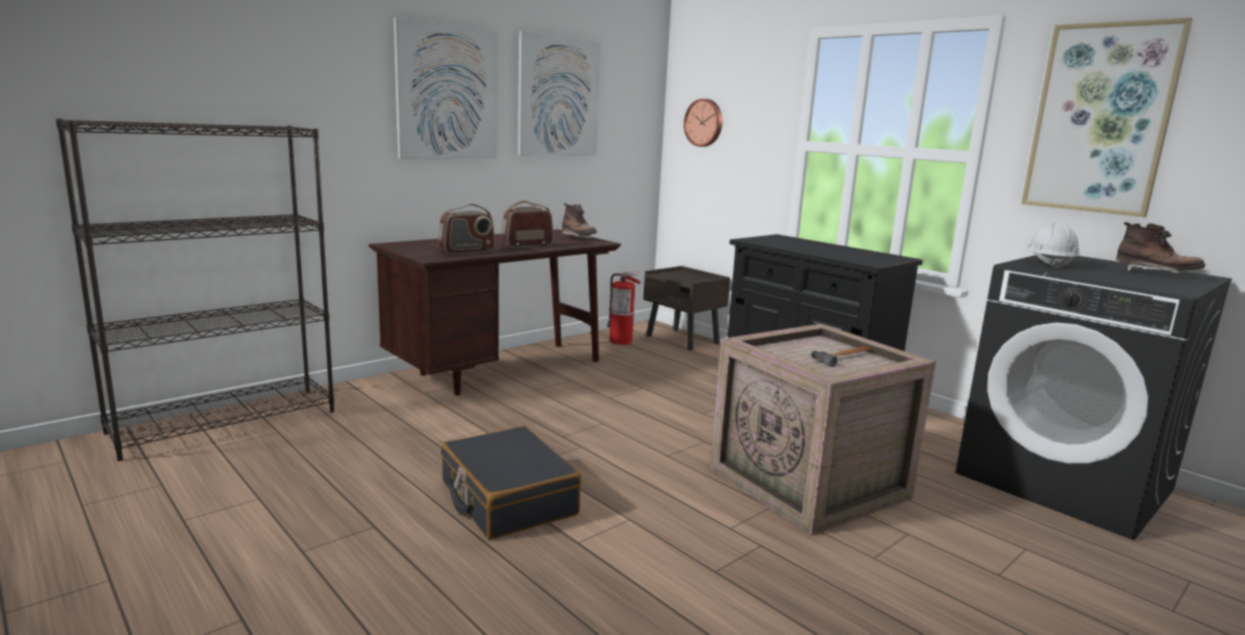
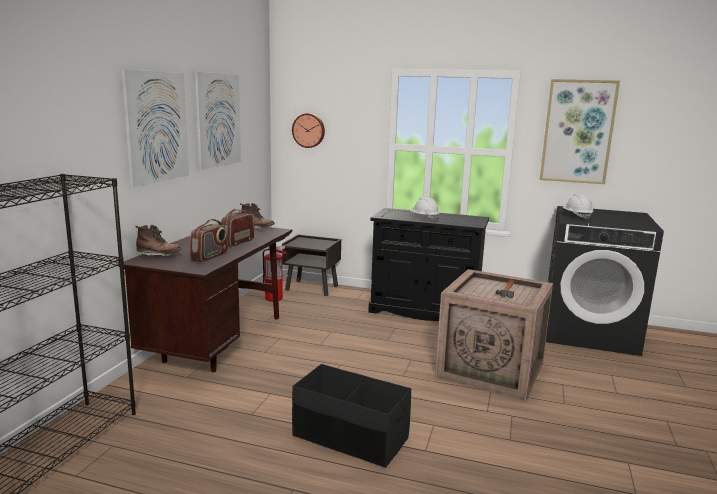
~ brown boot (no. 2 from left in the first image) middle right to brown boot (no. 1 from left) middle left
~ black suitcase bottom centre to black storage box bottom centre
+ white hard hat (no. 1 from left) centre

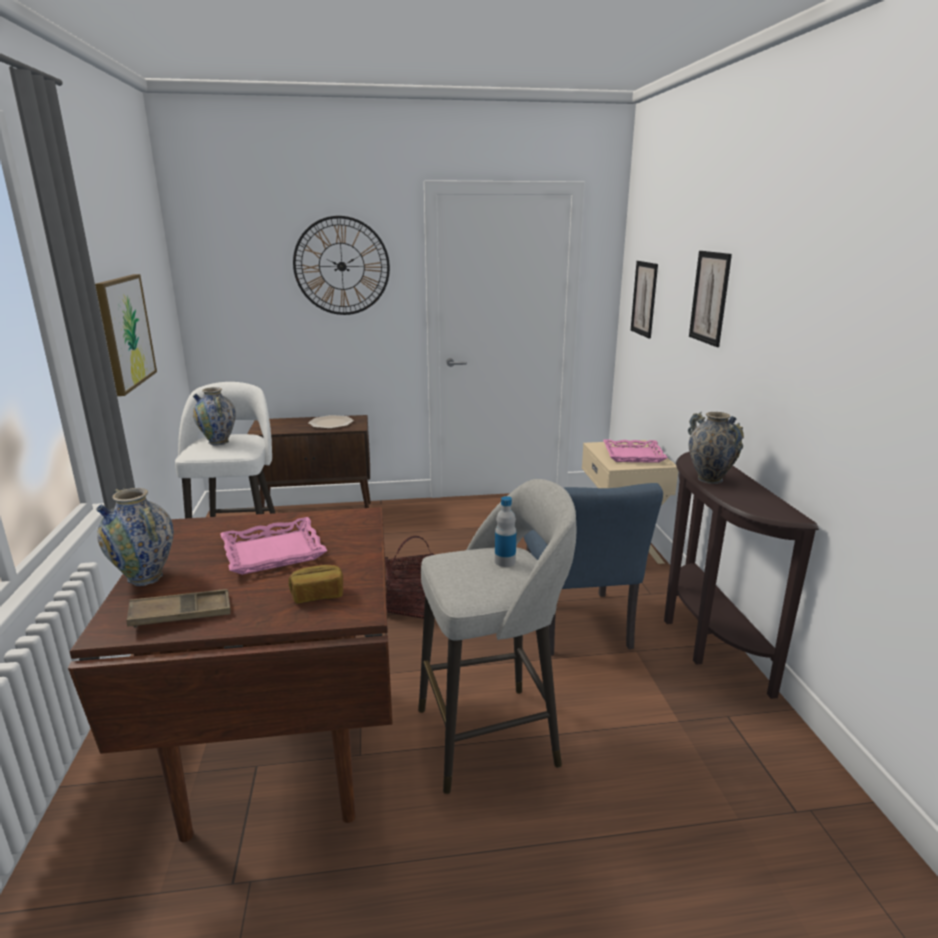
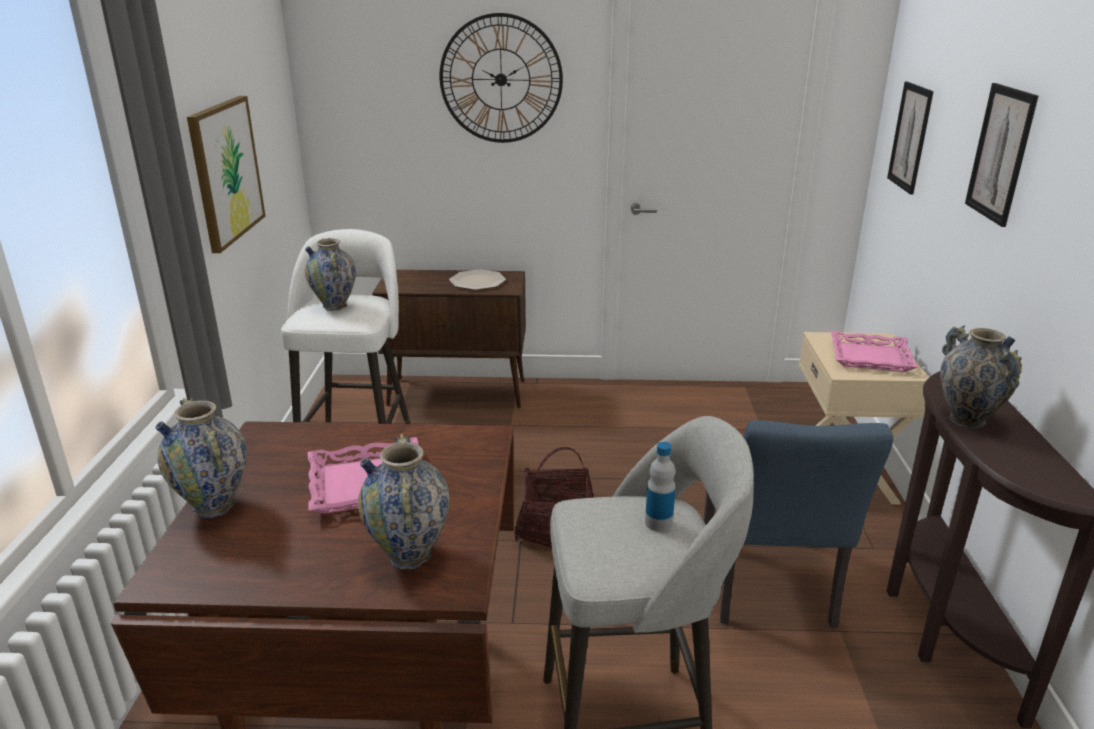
~ bread centre to vase (no. 3 from left) bottom centre
- brown tray middle left

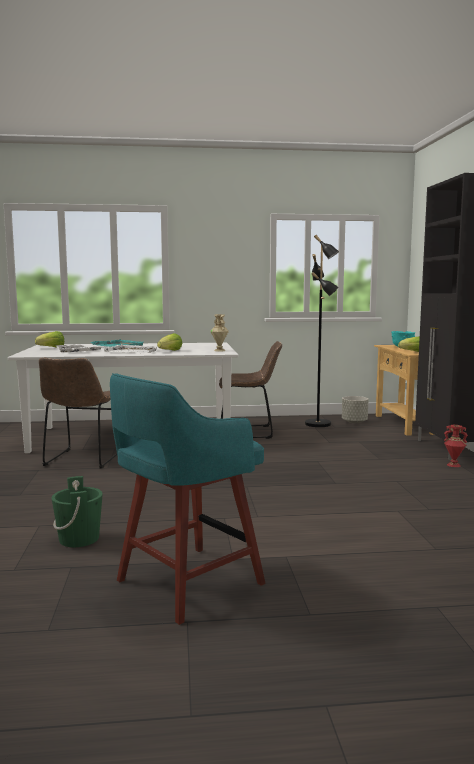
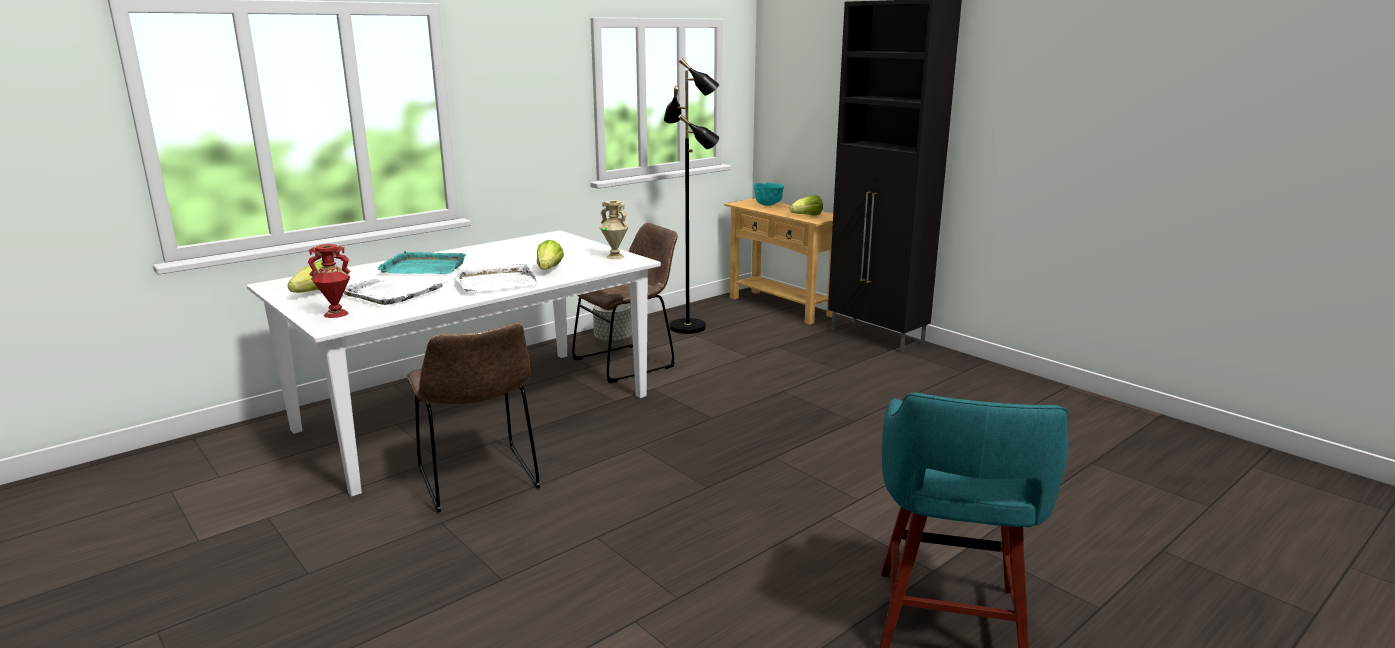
~ red vase middle right to middle left
~ grey planter middle right to centre
- green bucket bottom left

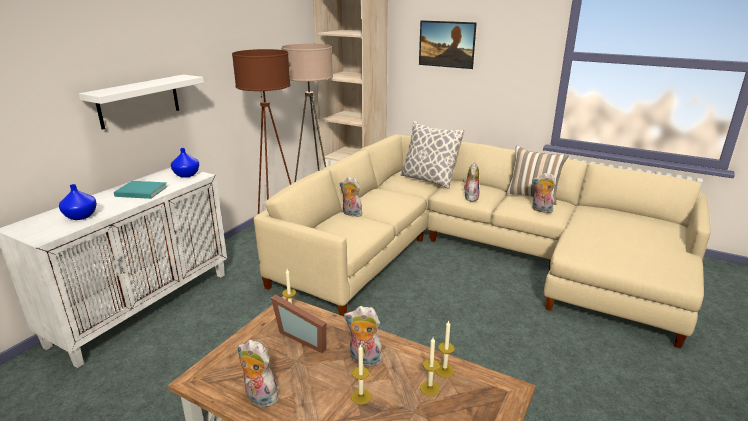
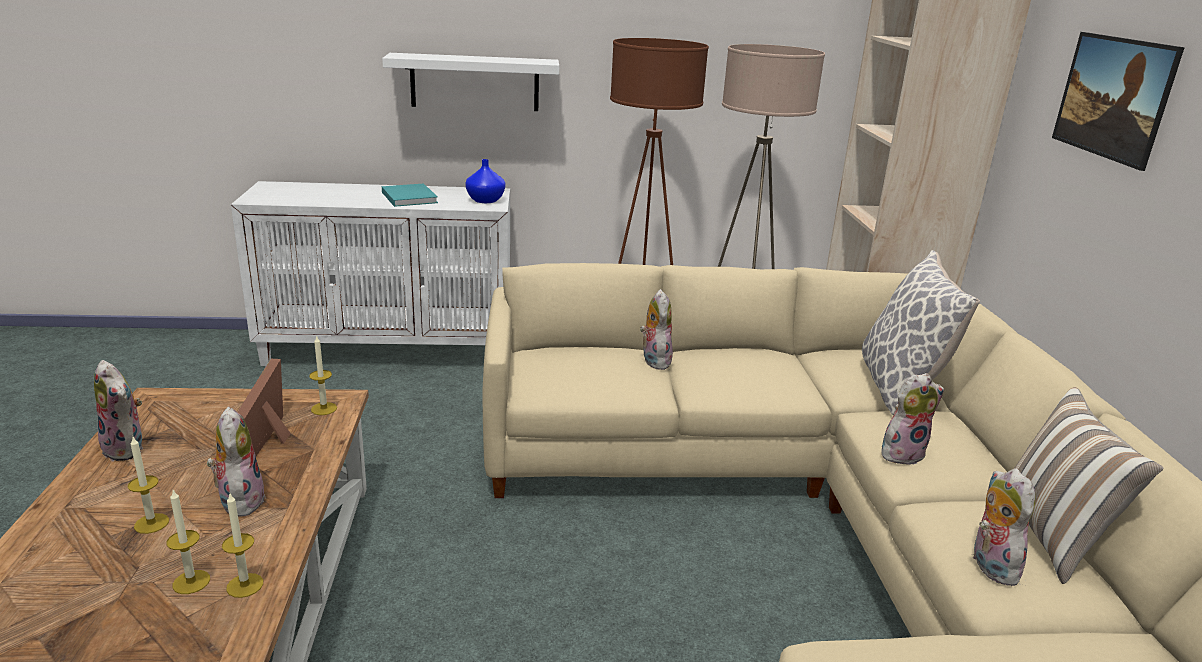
~ plush toy (no. 1 from left) bottom centre = middle left 135 degrees clockwise
- blue vase (no. 1 from left) middle left

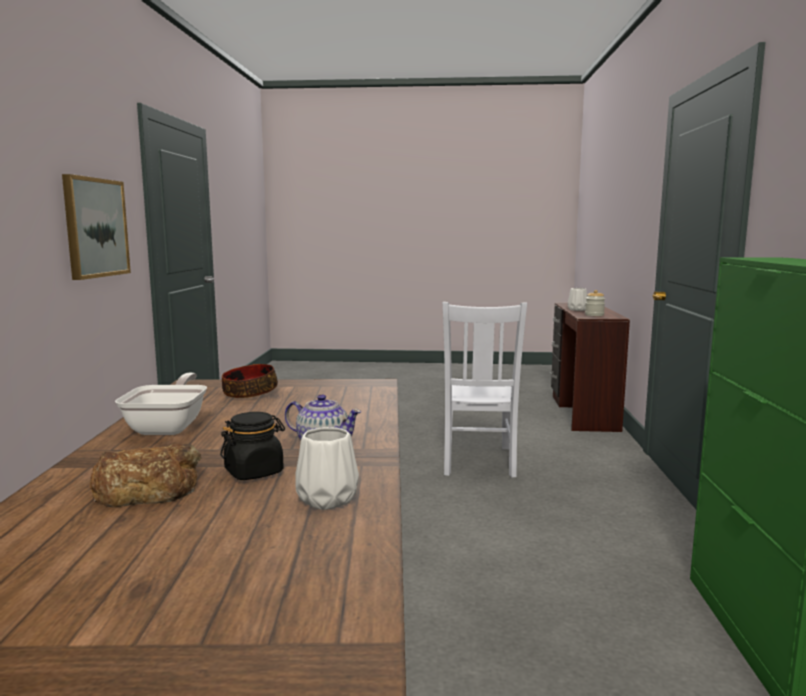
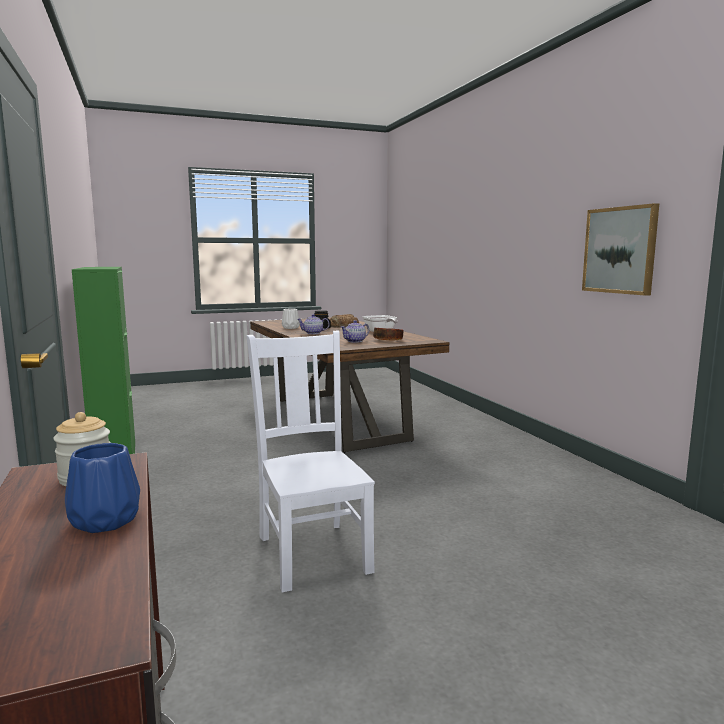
~ white vase (no. 2 from left) middle right to blue vase bottom left
+ teapot (no. 2 from left) centre

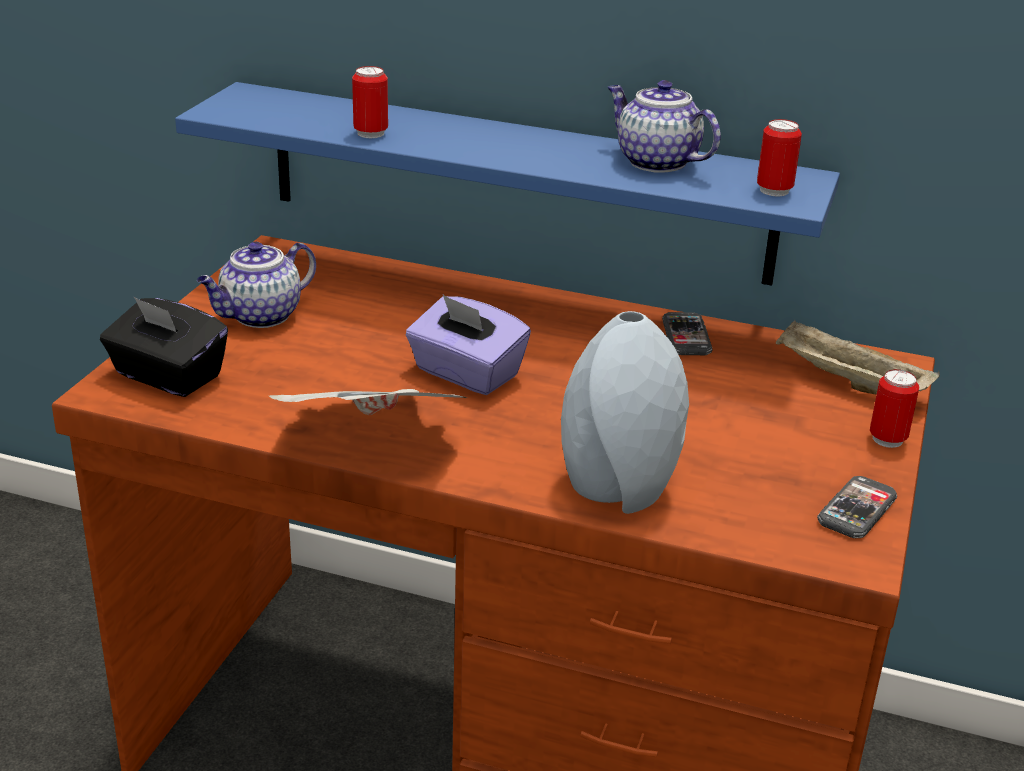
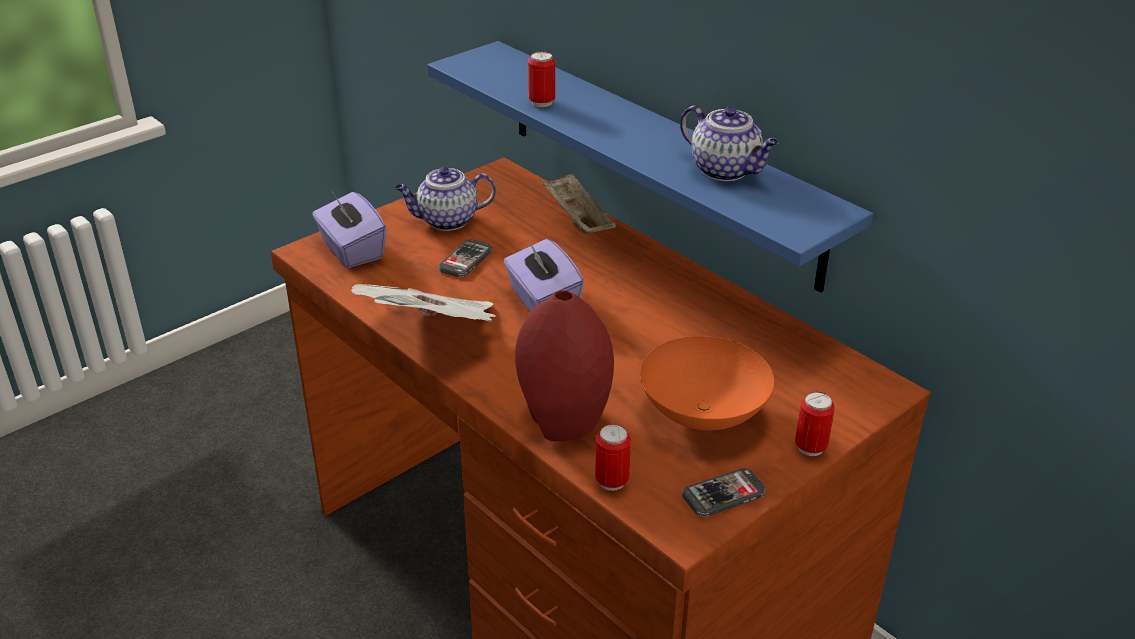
~ black tissue box middle left to purple tissue box (no. 1 from left) middle left
~ phone (no. 1 from left) middle right to centre
~ grey vase centre to red vase centre
~ beige tray middle right to top centre
~ can (no. 2 from left) top right to bottom centre
+ orange bowl centre
~ teapot (no. 2 from left) top centre = top centre 150 degrees clockwise

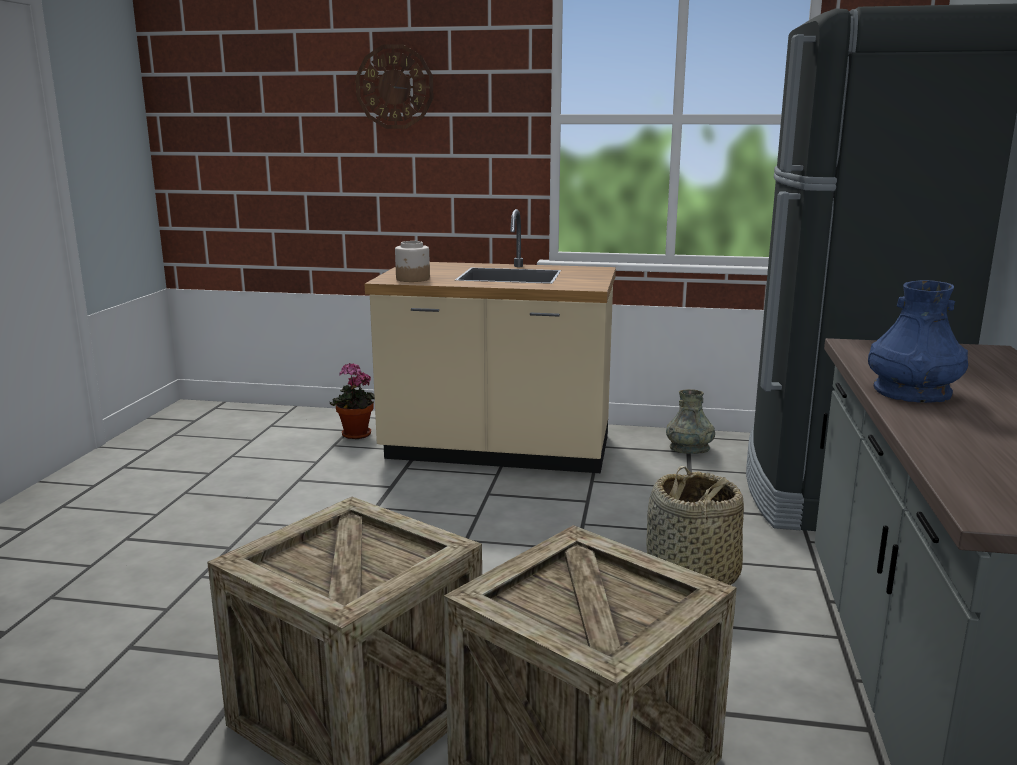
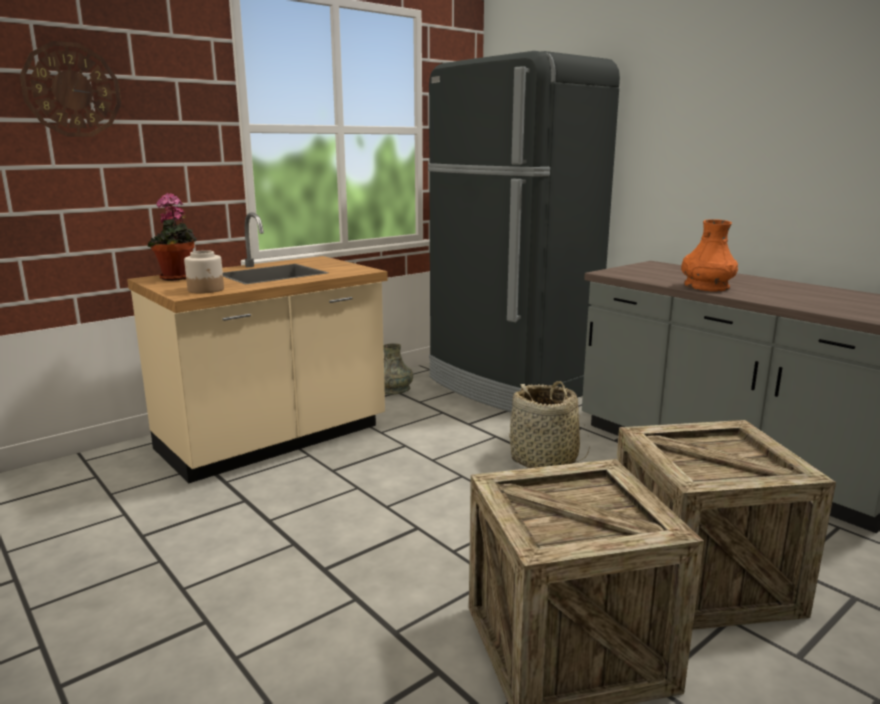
~ potted plant centre to middle left
~ blue vase middle right to orange vase middle right

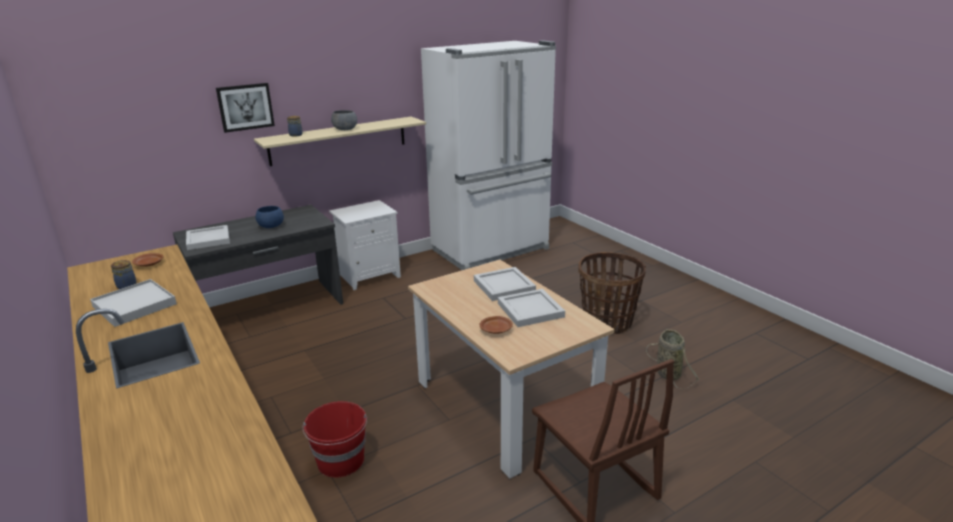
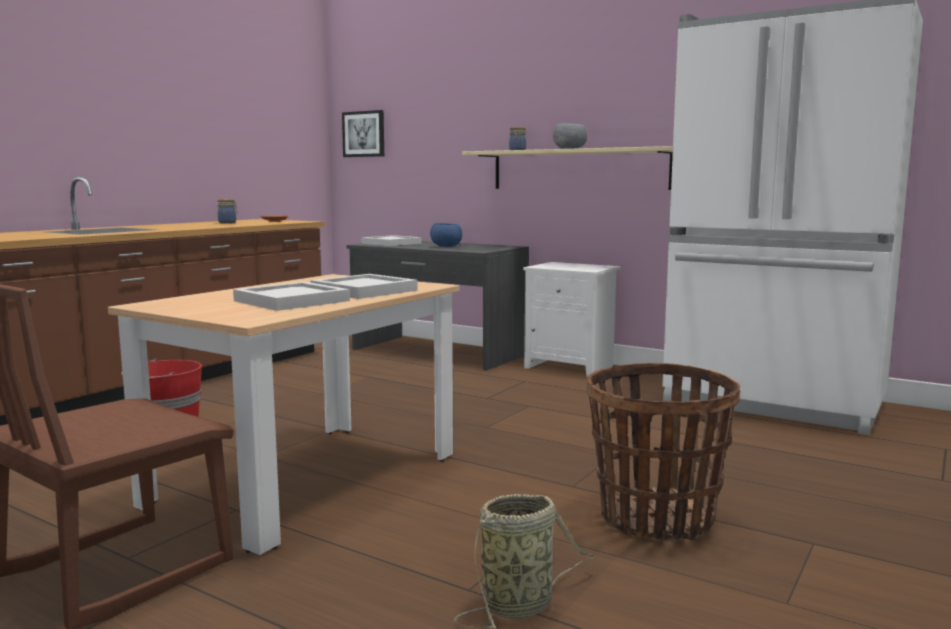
~ picture top left to top centre
- white tray (no. 1 from left) middle left
- brown plate (no. 2 from left) centre

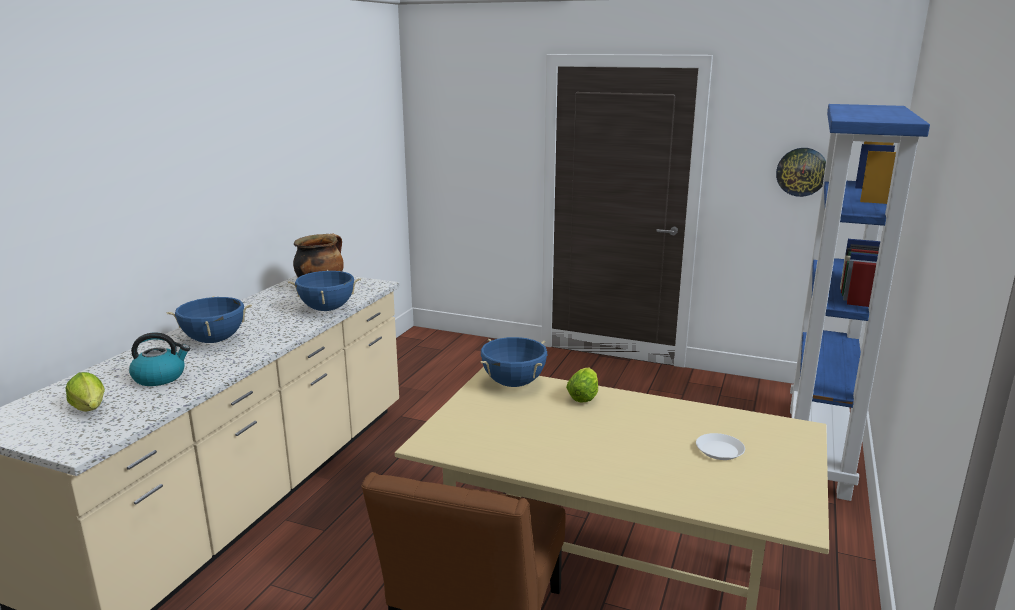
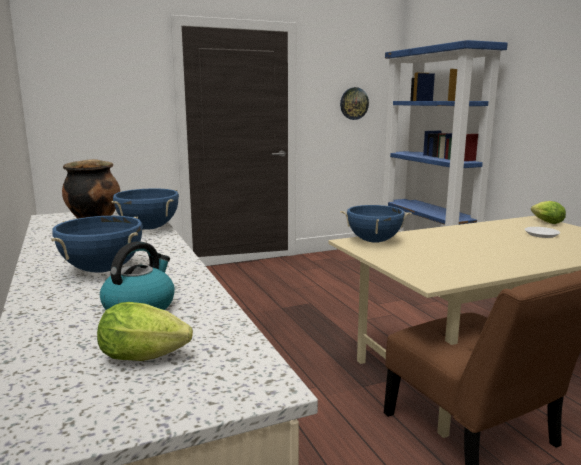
~ lettuce (no. 2 from left) centre to middle right

